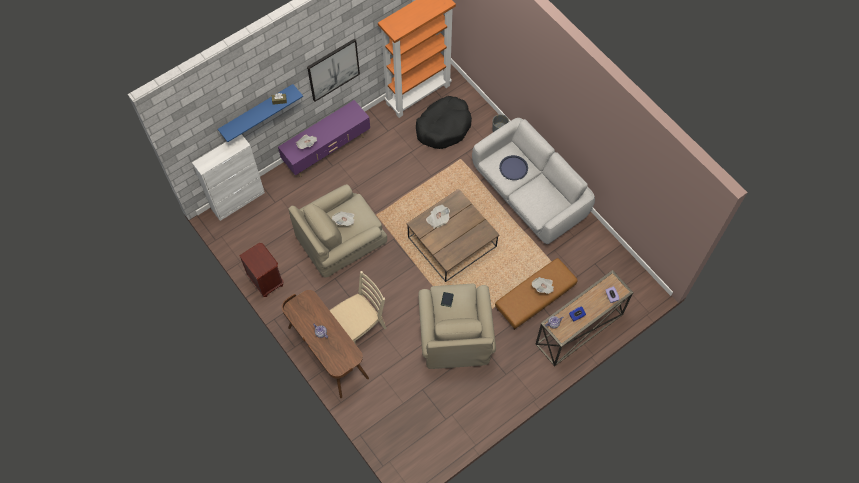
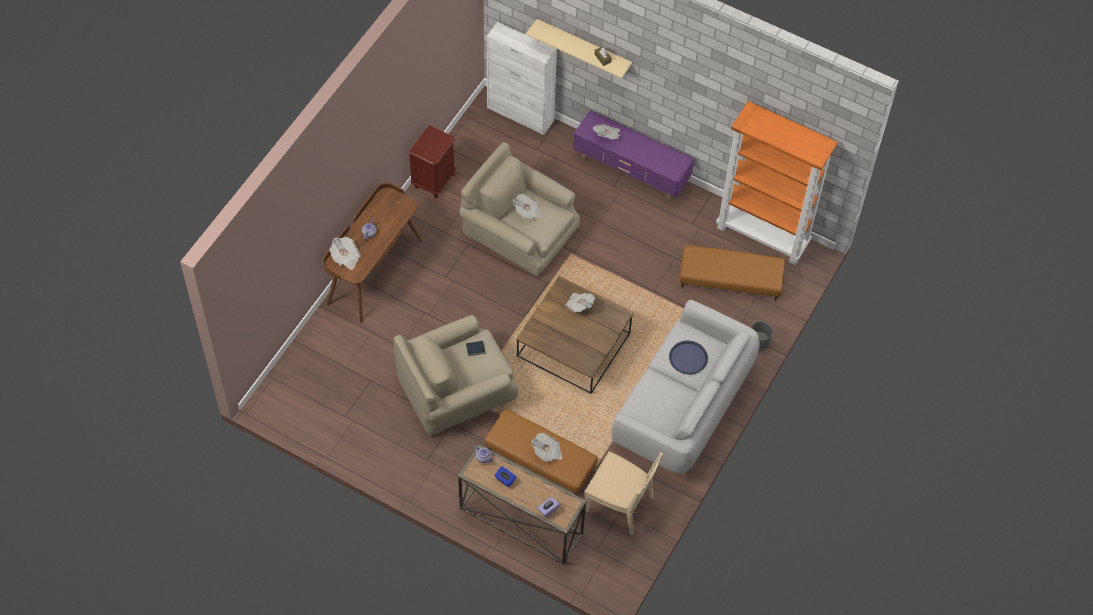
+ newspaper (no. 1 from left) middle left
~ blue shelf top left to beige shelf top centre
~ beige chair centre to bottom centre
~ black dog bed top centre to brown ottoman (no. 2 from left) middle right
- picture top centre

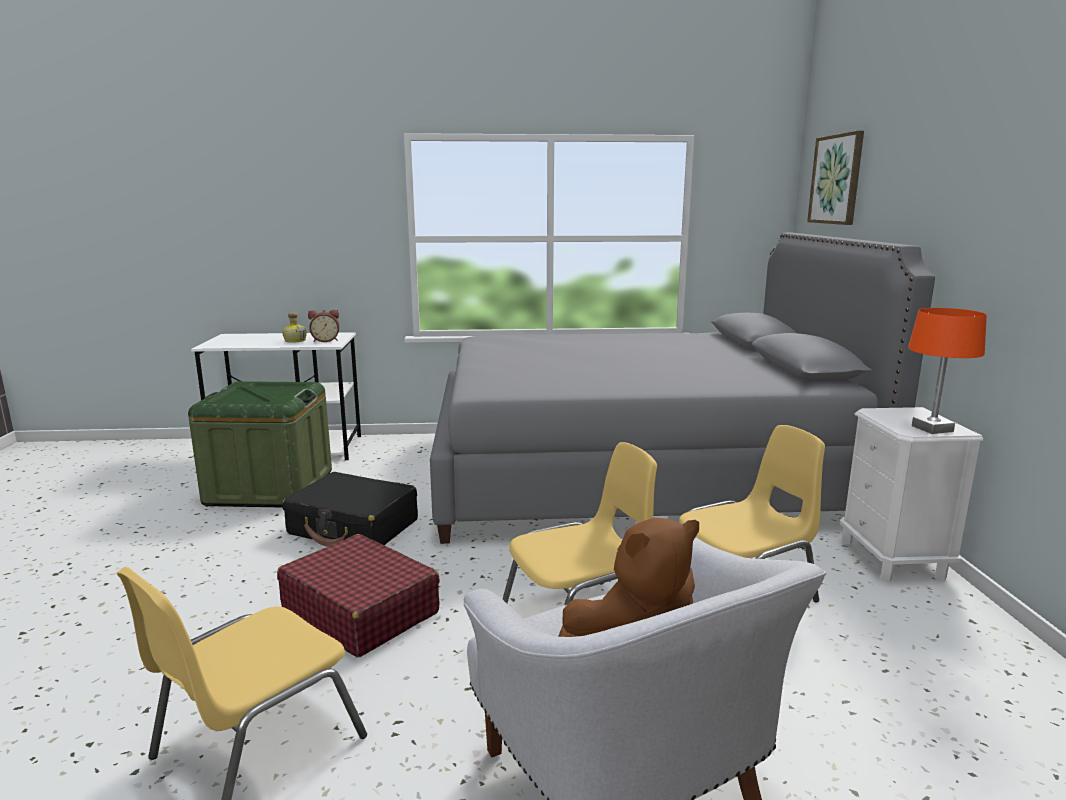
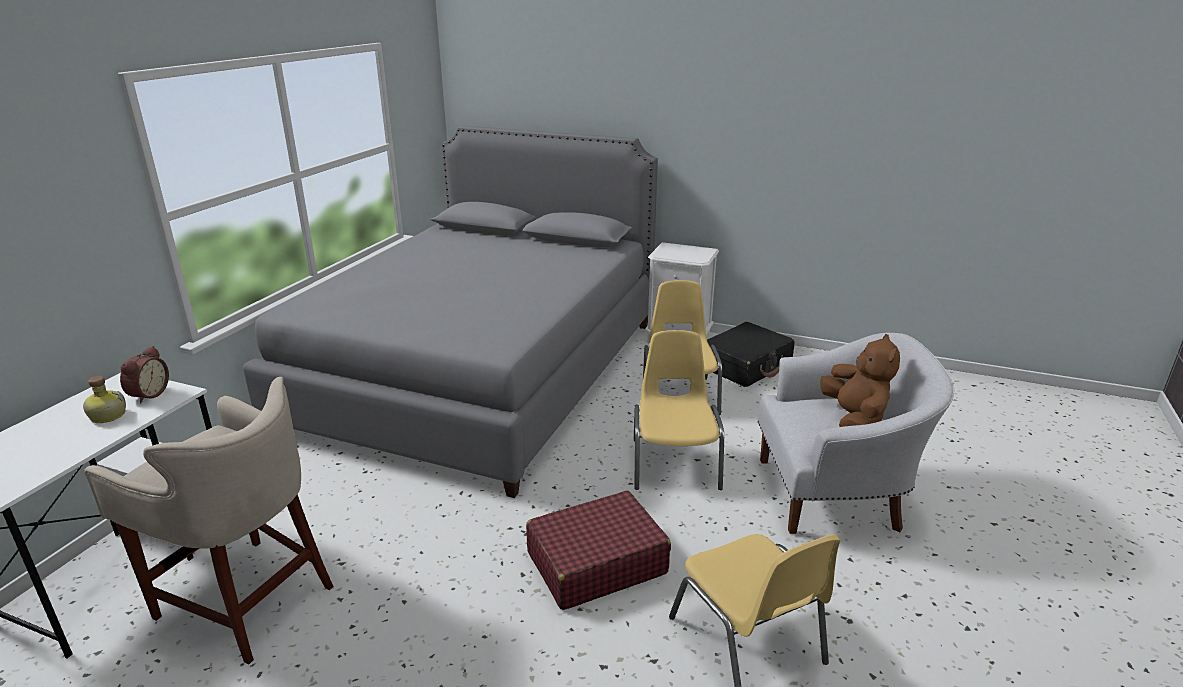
~ green storage box middle left to beige stool bottom left
~ black suitcase middle left to centre
- picture top right
- orange table lamp middle right

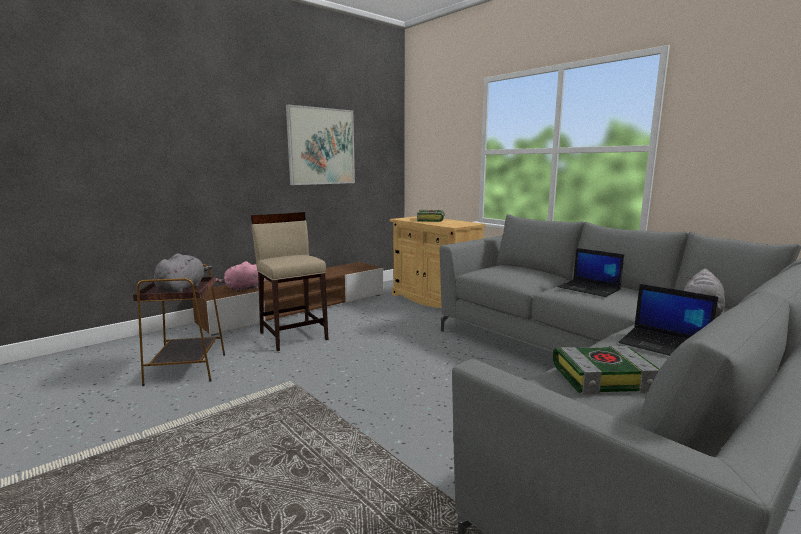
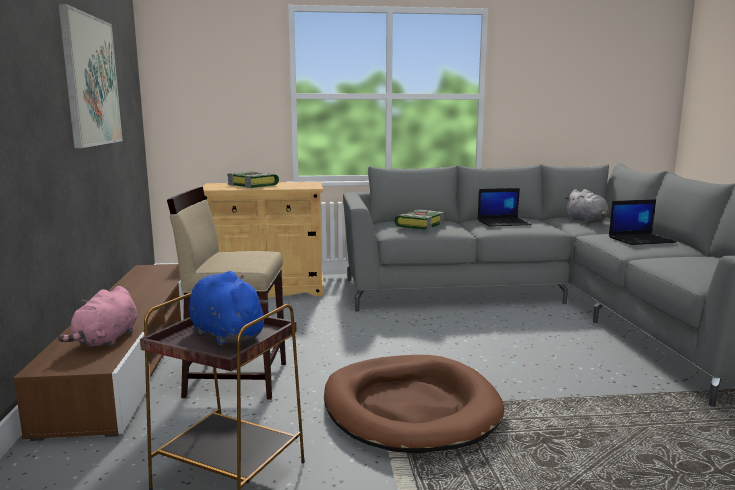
~ grey plush toy (no. 1 from left) middle left to blue plush toy middle left
+ brown dog bed bottom centre
~ book (no. 2 from left) bottom right to centre

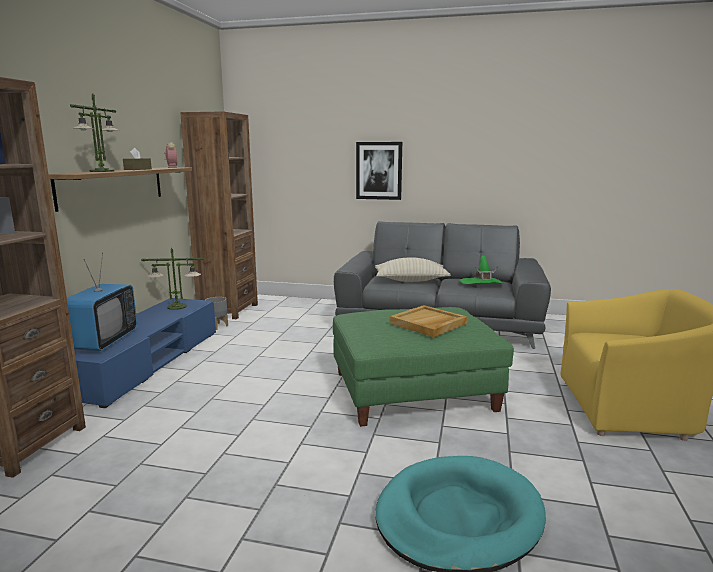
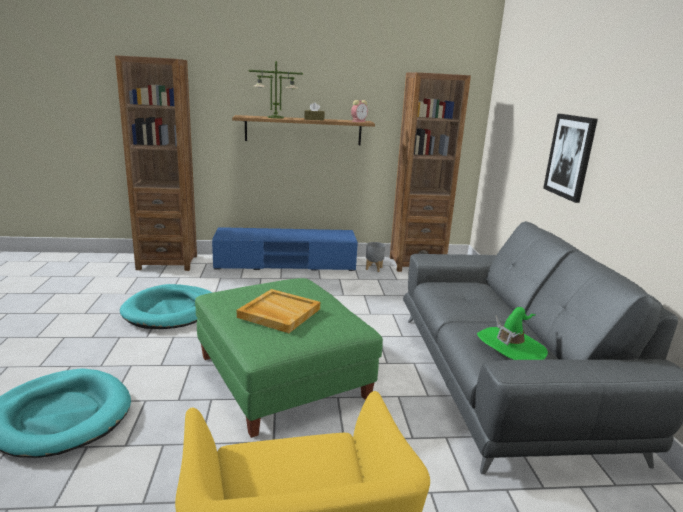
+ turquoise dog bed (no. 2 from left) middle left
- television middle left
- table lamp (no. 2 from left) middle left
- beige pillow centre

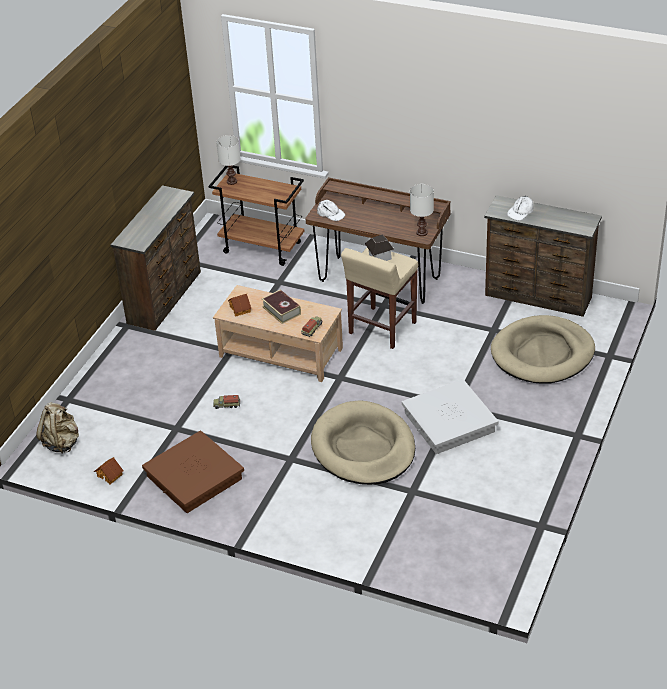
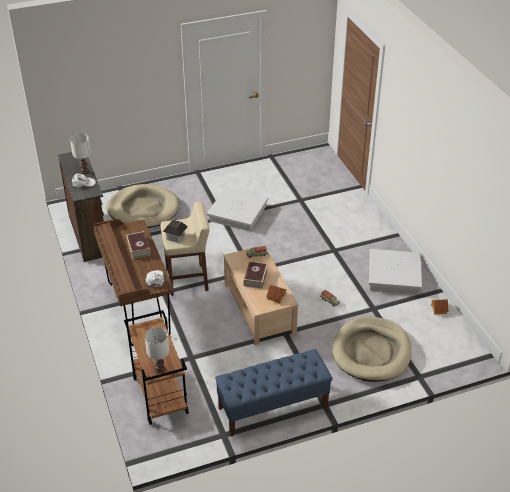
~ white table lamp (no. 2 from left in the first image) top centre to white table lamp (no. 1 from left) top left
+ book (no. 1 from left) middle left
~ brown dresser (no. 1 from left) middle left to blue bench bottom centre
~ beige dog bed (no. 1 from left in the first image) centre to beige dog bed (no. 2 from left) bottom right
~ brown storage box bottom left to white storage box (no. 2 from left) middle right
- beige backpack middle left

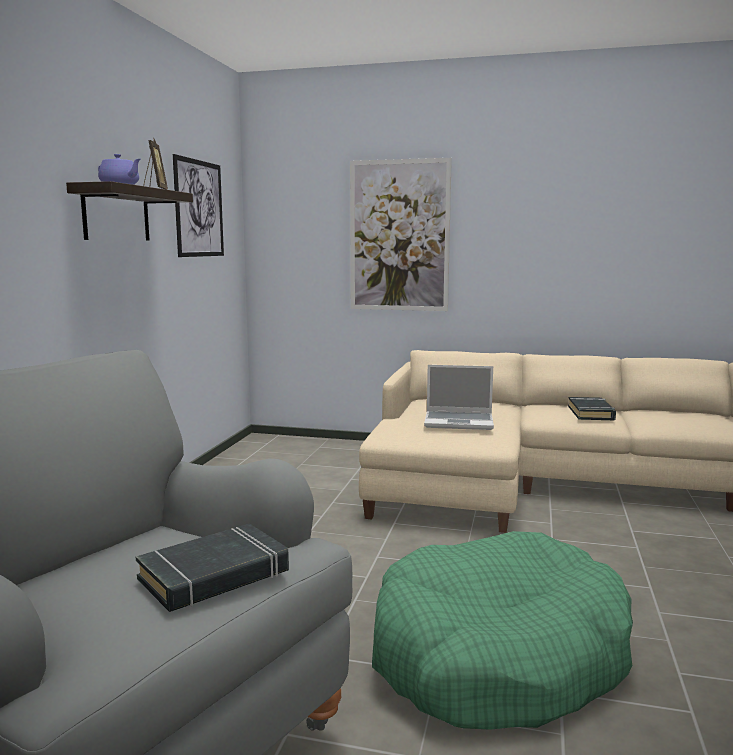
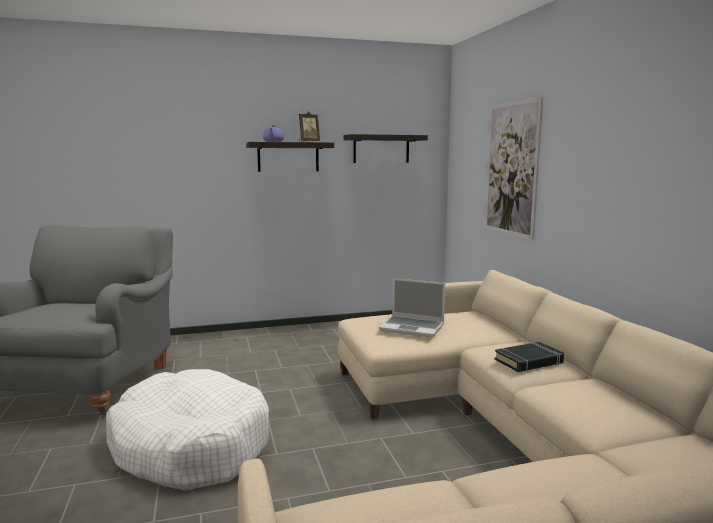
~ green dog bed bottom right to white dog bed bottom left
~ picture (no. 1 from left) top left to shelf (no. 2 from left) top centre
~ laptop centre = centre 45 degrees counterclockwise
- black book (no. 1 from left) bottom left

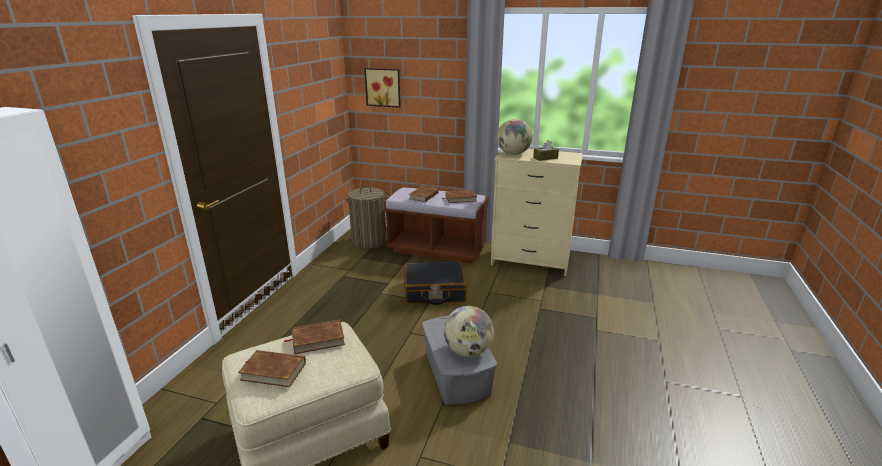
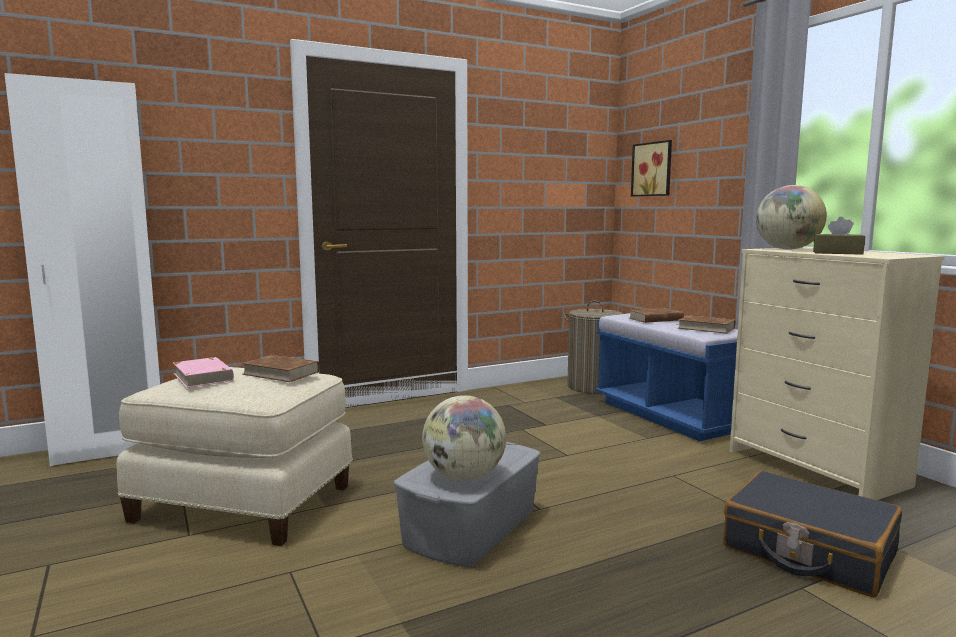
~ brown book (no. 1 from left) bottom left to pink book middle left
~ brown bench centre to blue bench middle right
~ black suitcase centre to bottom right

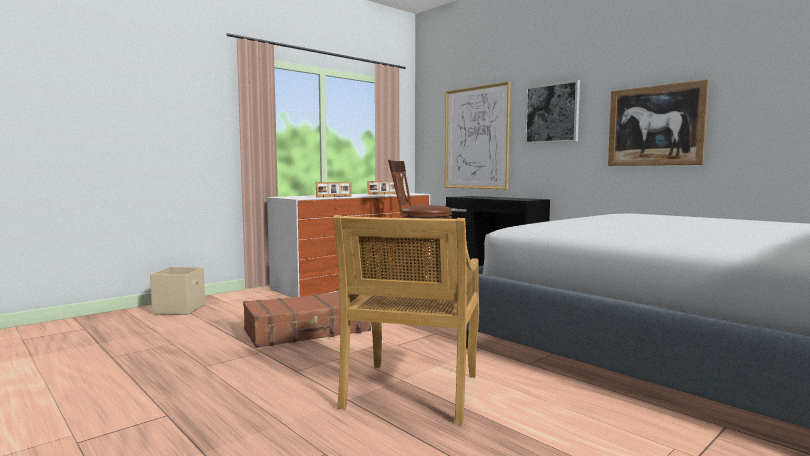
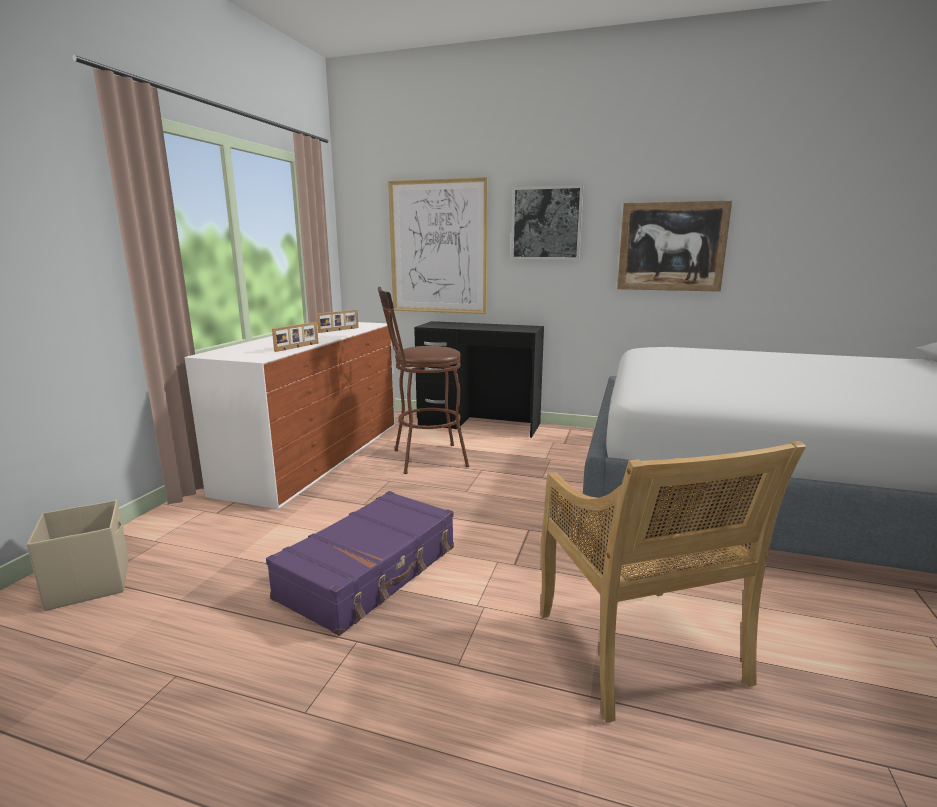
~ brown suitcase bottom centre to purple suitcase bottom centre

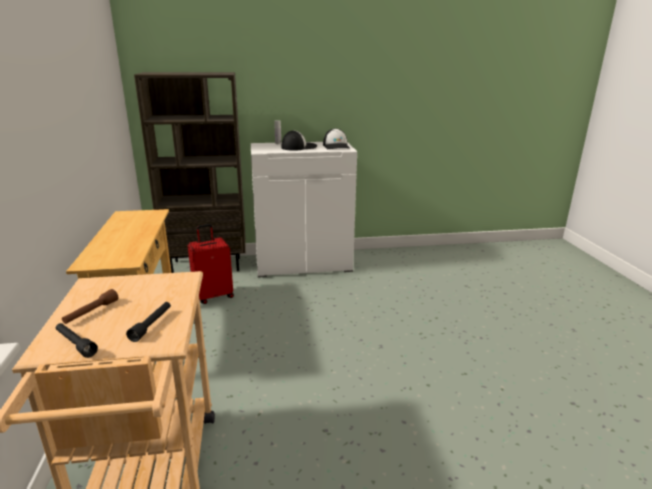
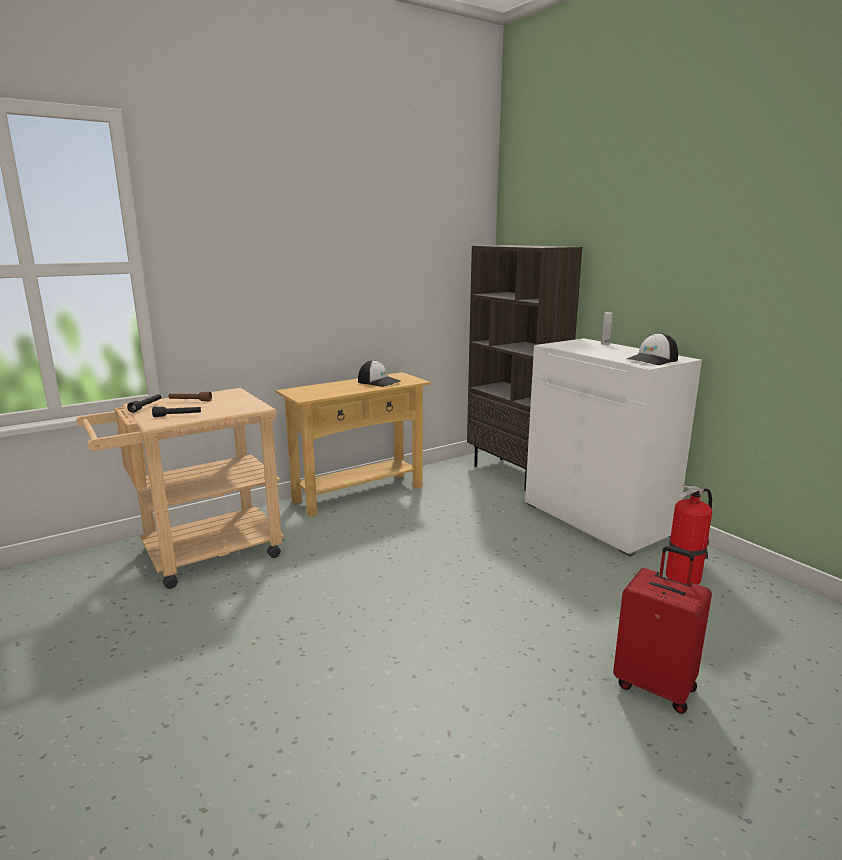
~ cap (no. 1 from left) top centre to centre
~ red suitcase middle left to bottom right
+ fire extinguisher middle right

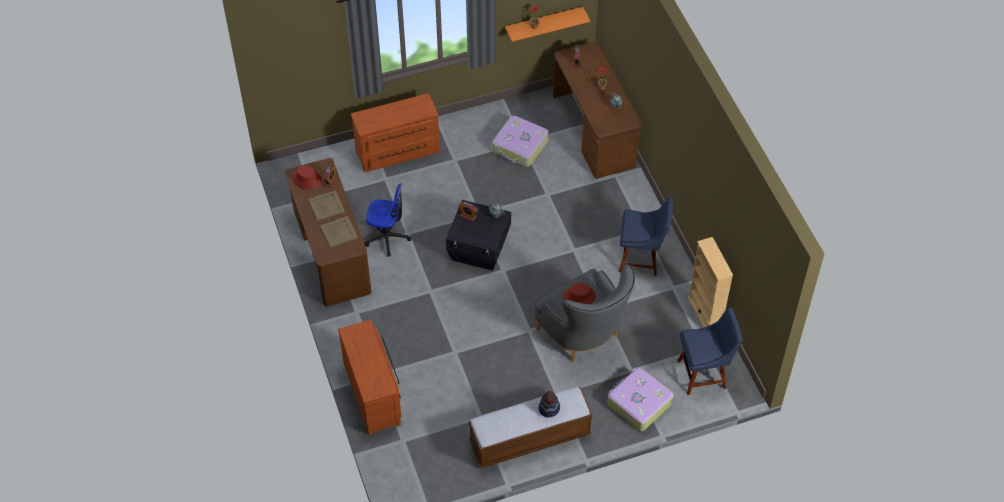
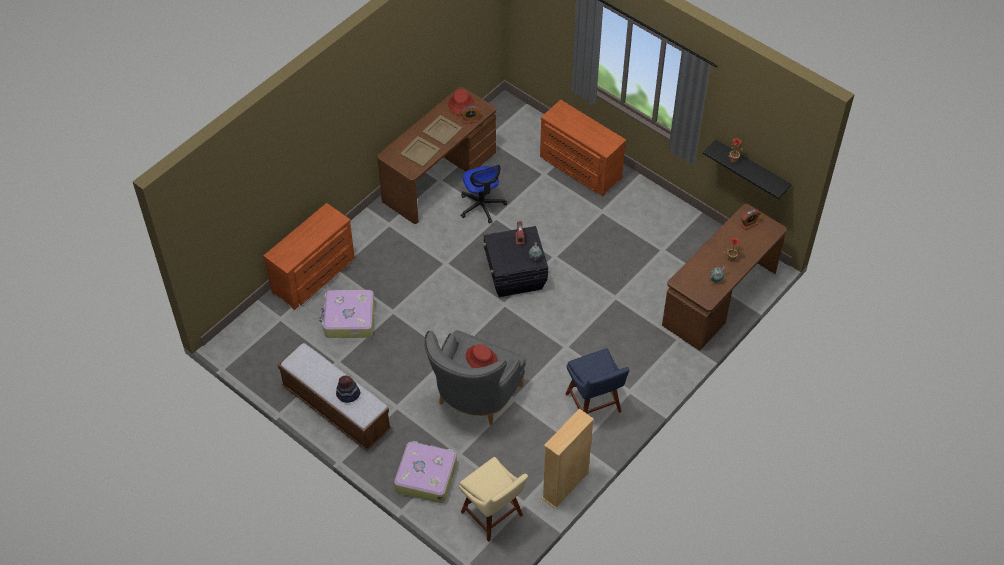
~ suitcase (no. 1 from left) top centre to centre
~ blue chair (no. 2 from left) bottom right to beige chair bottom centre
~ orange shelf top centre to black shelf top right

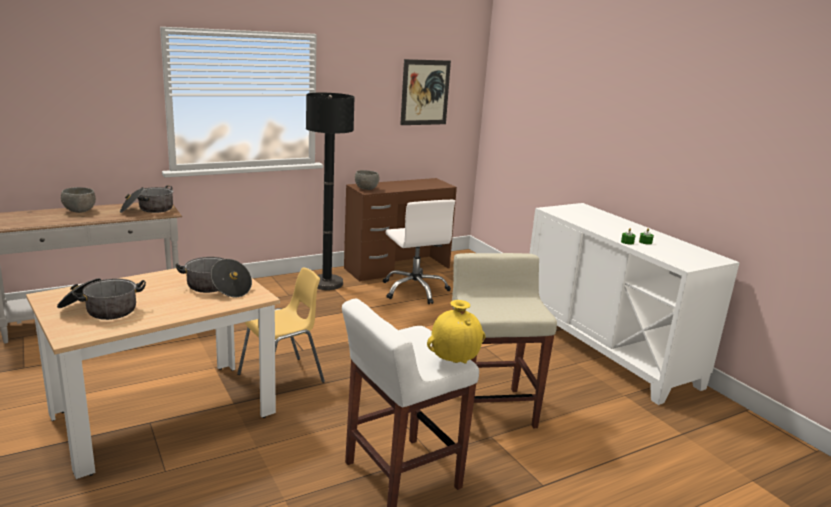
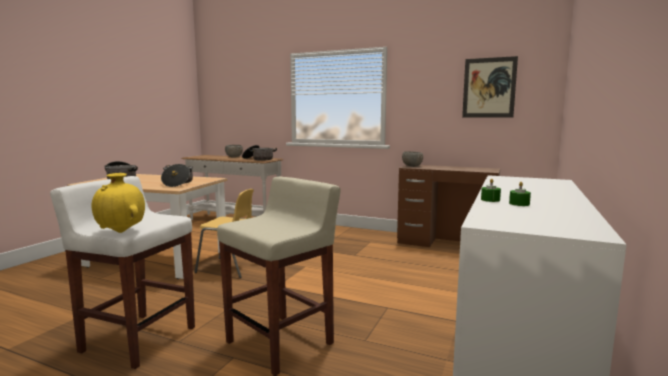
- black floor lamp centre
- white office chair centre

